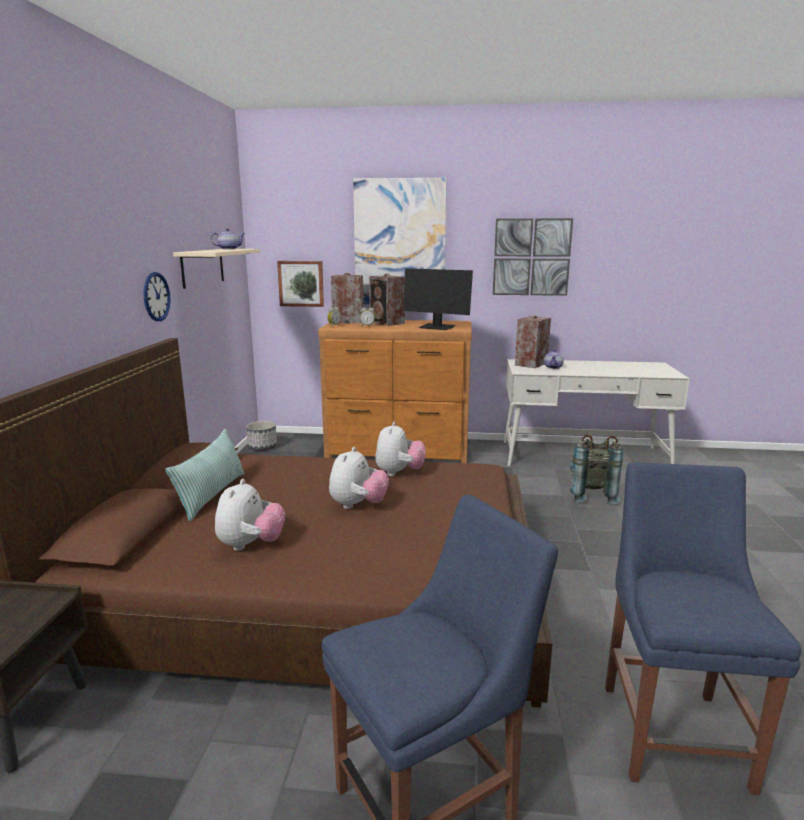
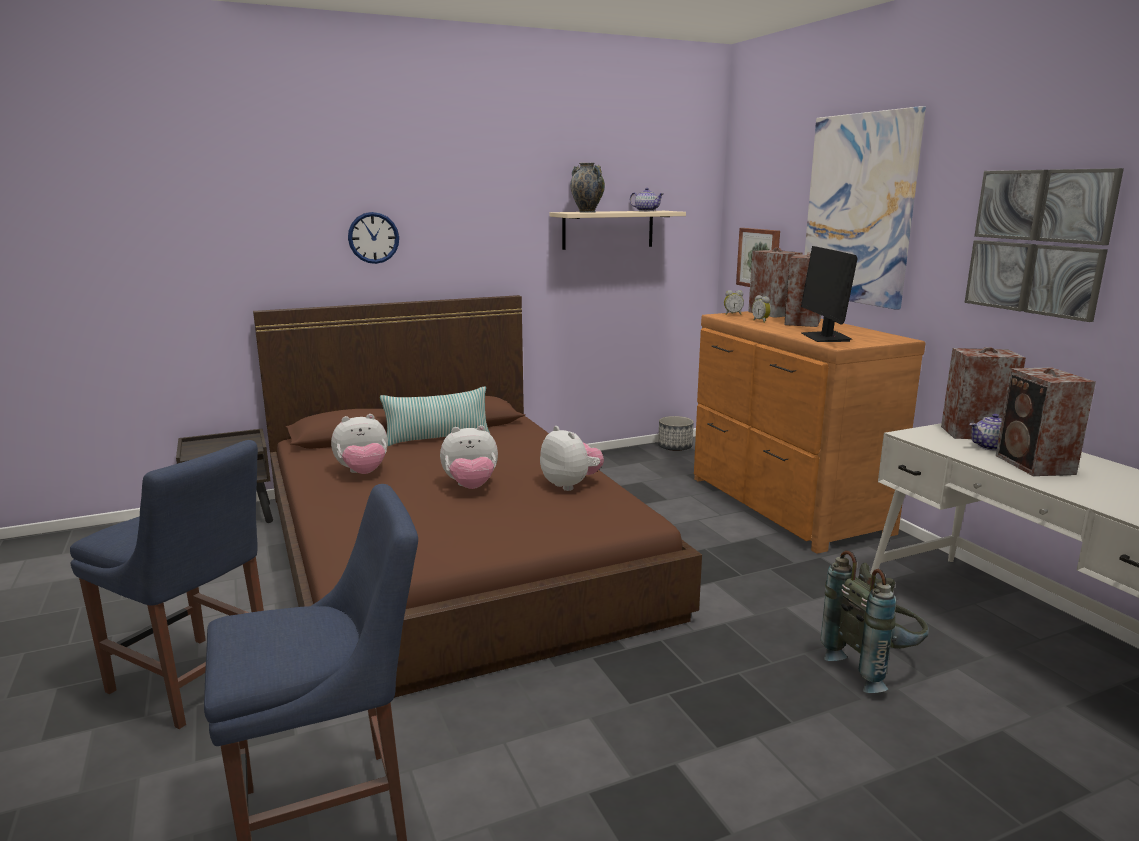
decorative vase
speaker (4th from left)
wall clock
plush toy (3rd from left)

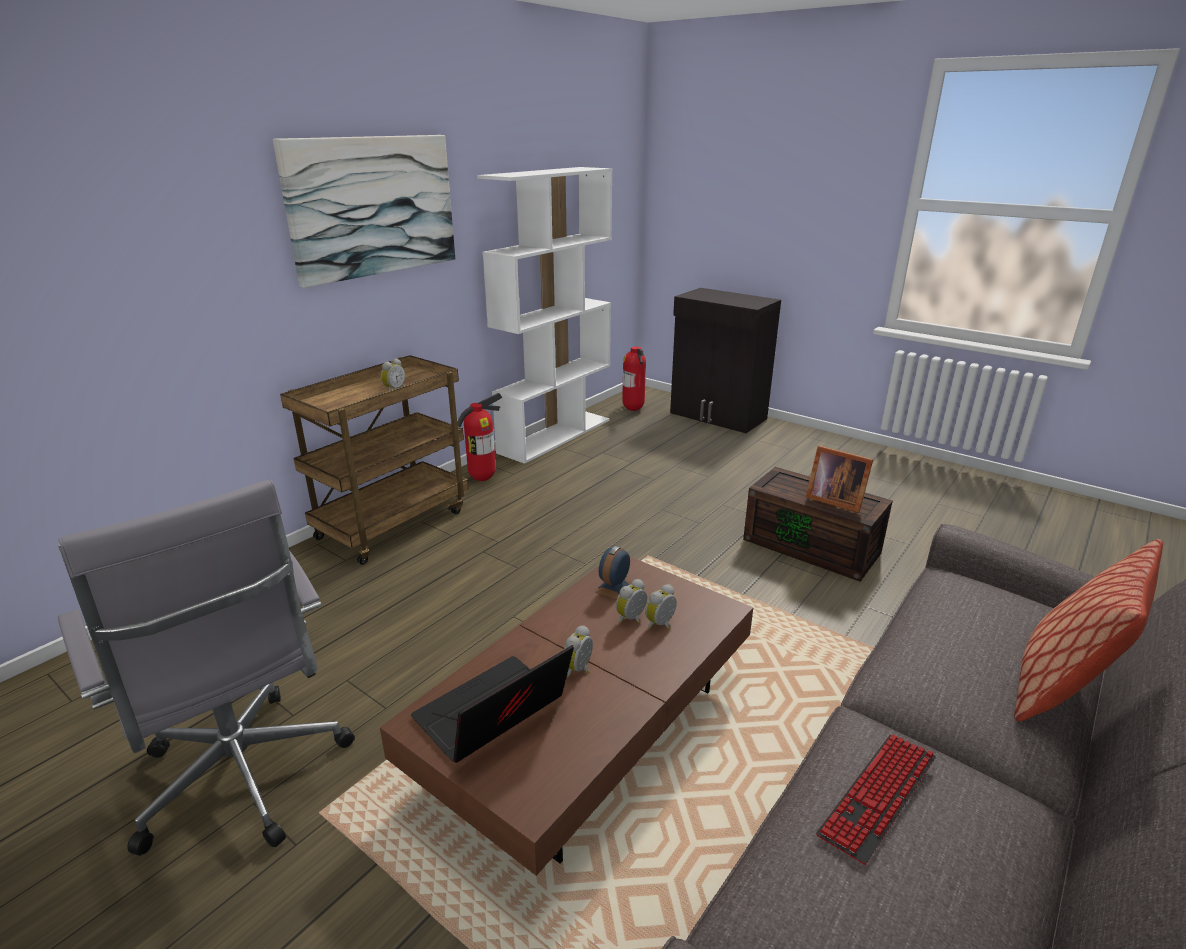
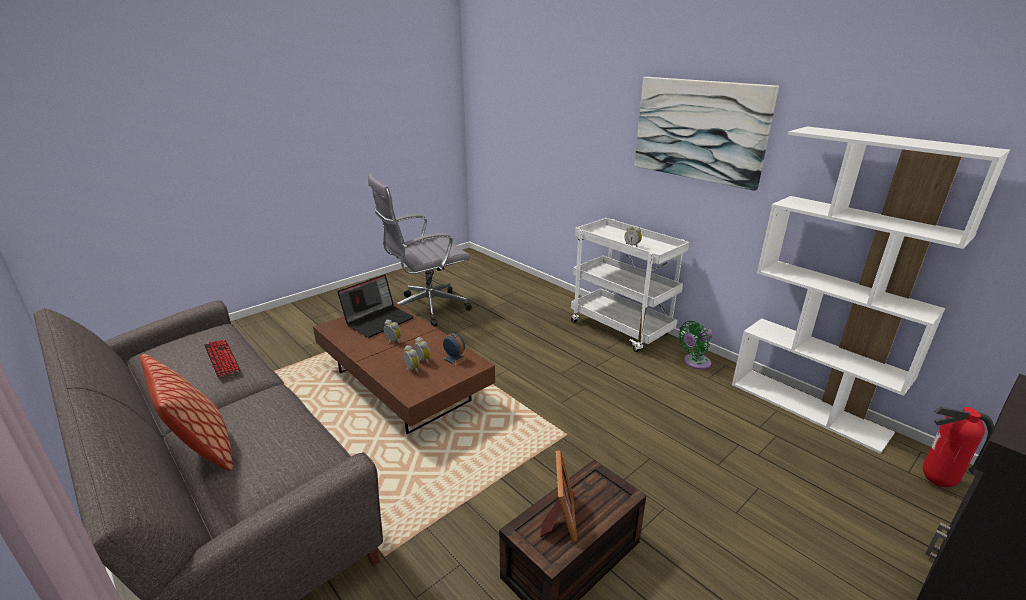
greenish cooling fan
white cart
portable computer
standing frame

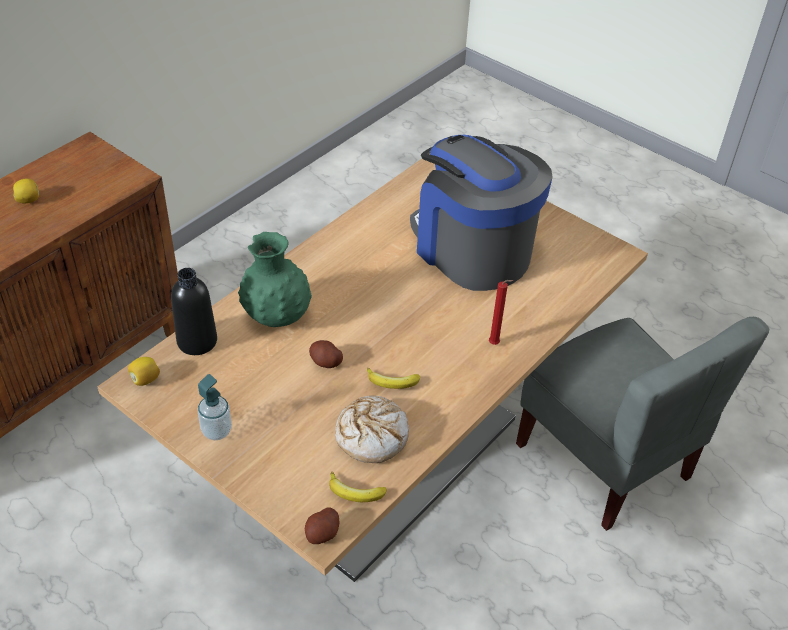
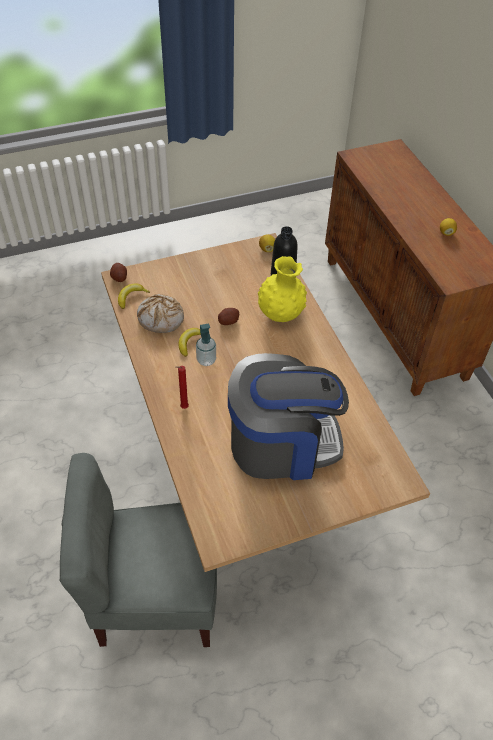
soap bottle
yellowish decorative vase

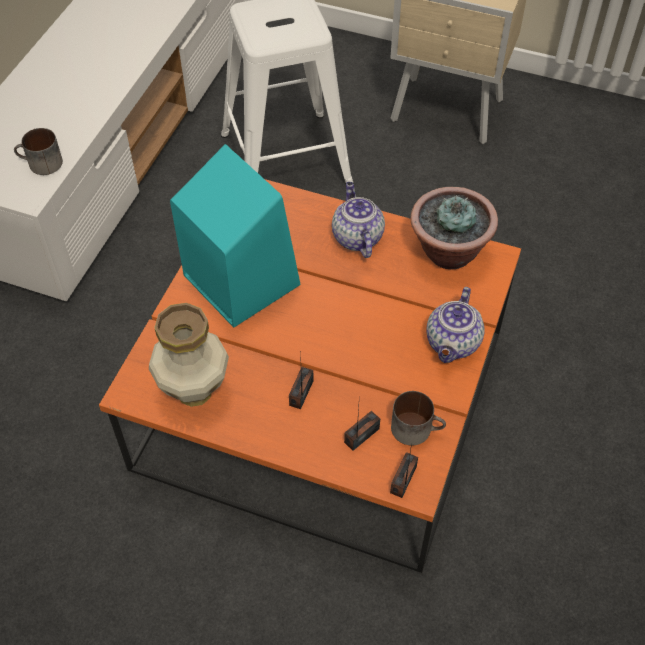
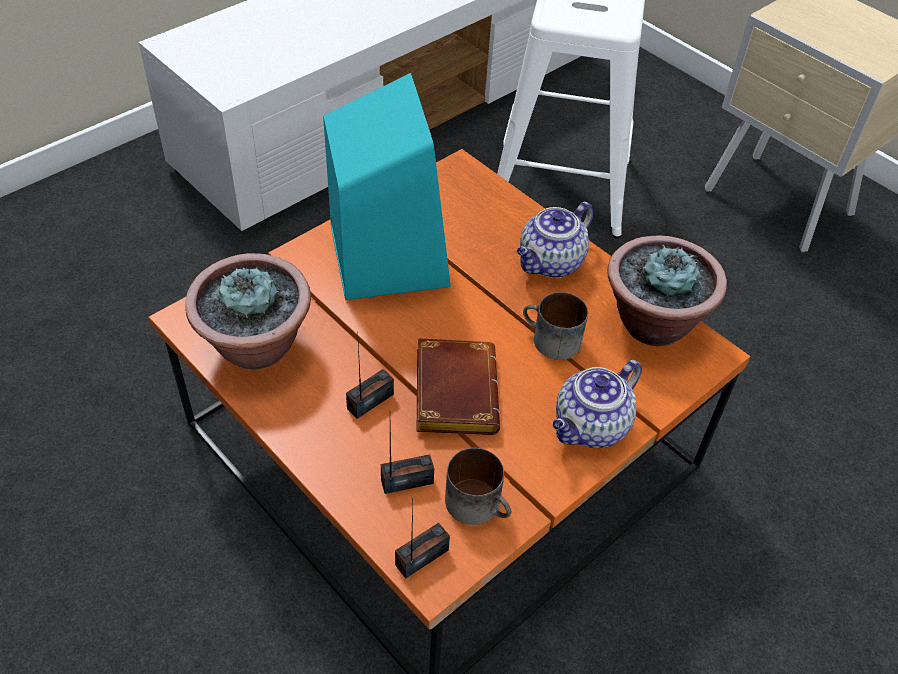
brownish bound book
tea mug (2nd from left)
potted plant (1st from left)
pot for tea (1st from left)

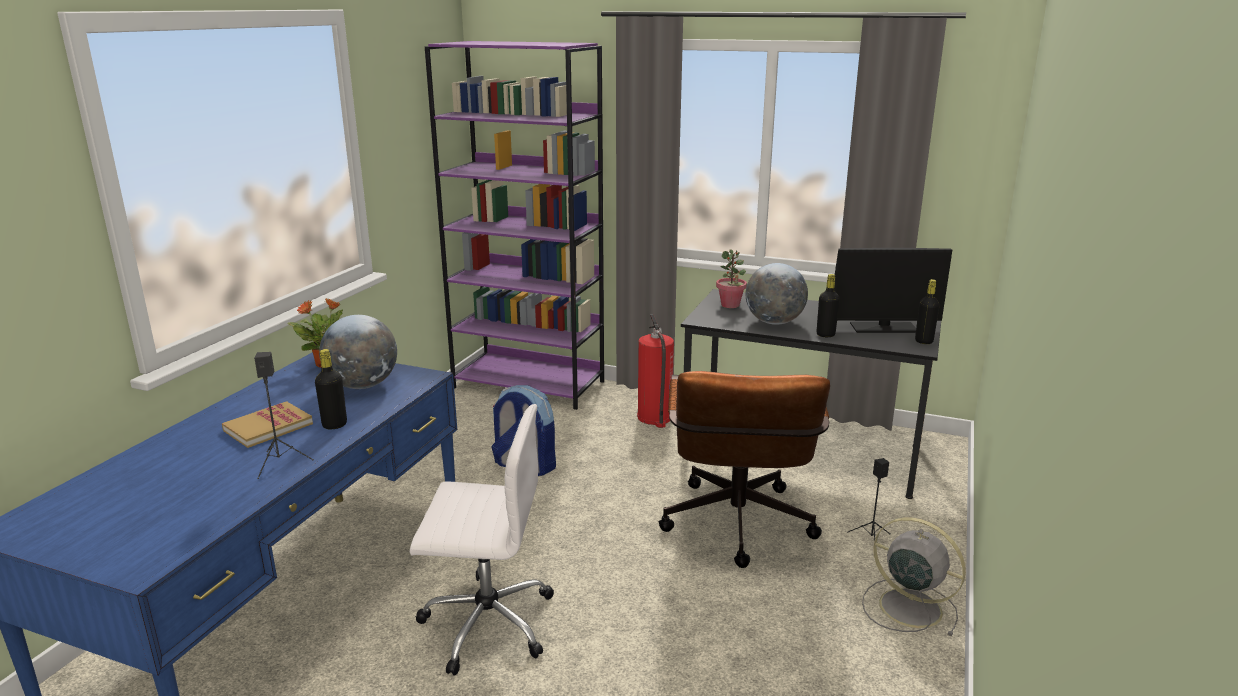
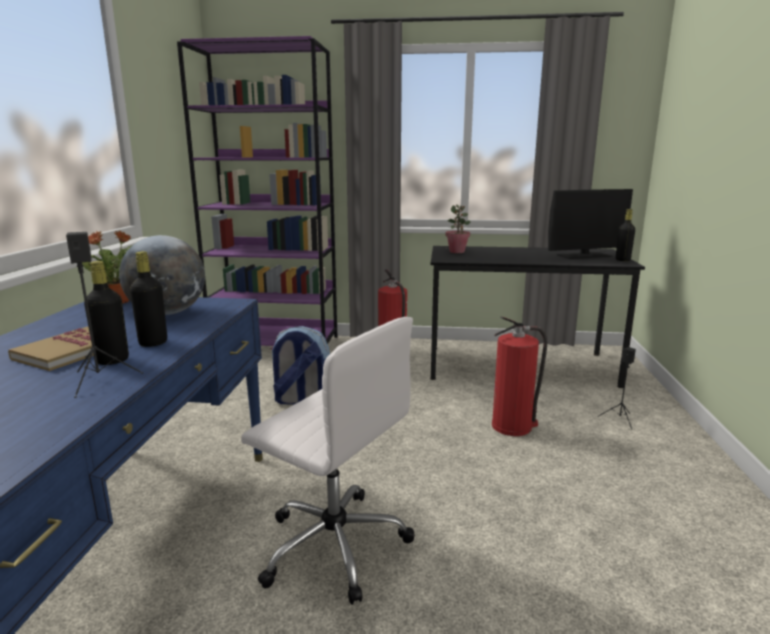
globe (2nd from left in the first image)
gray cooling fan
black bottle (1st from left)
fire extinguisher (2nd from left)
white office chair

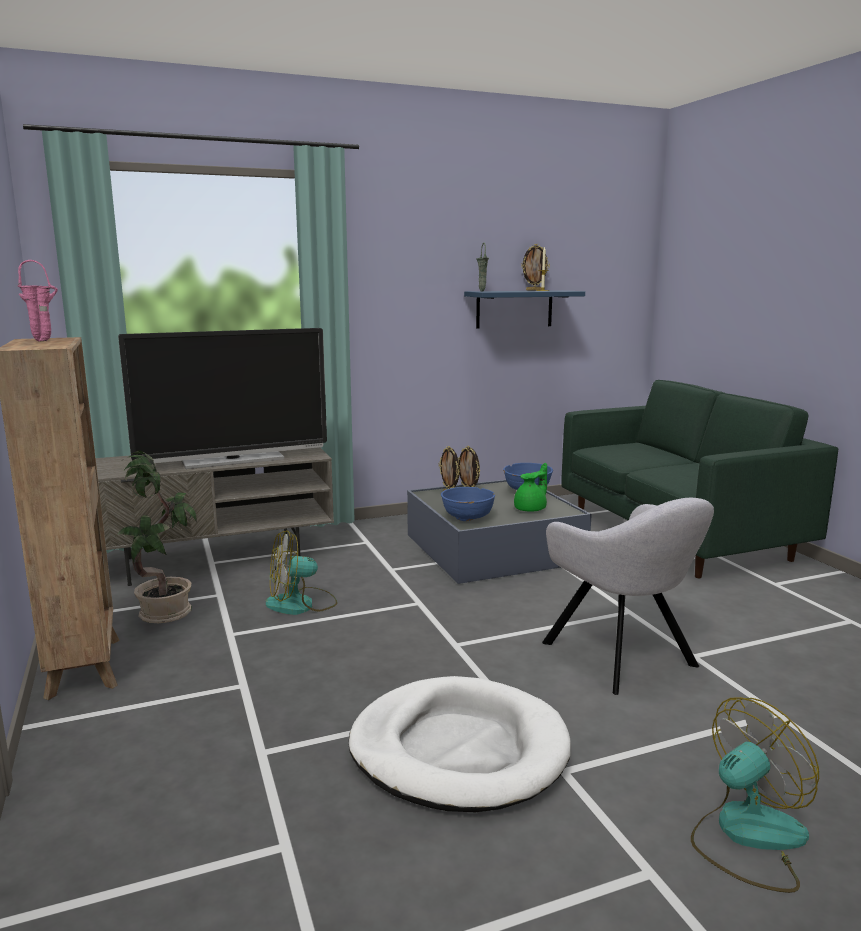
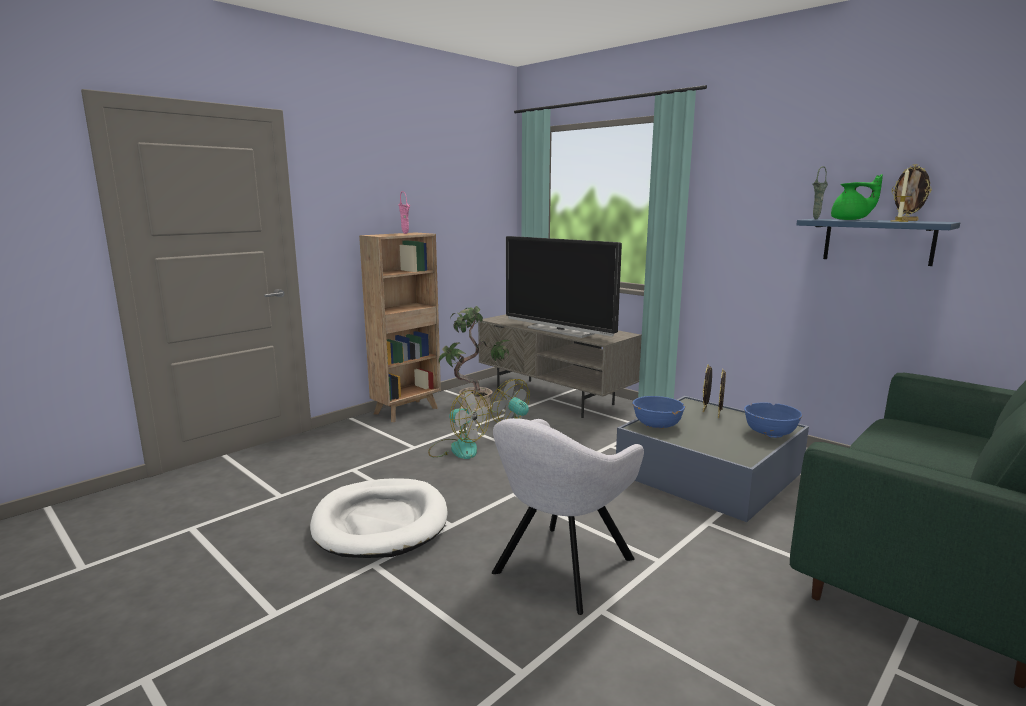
greenish pot for tea
cooling fan (1st from left)

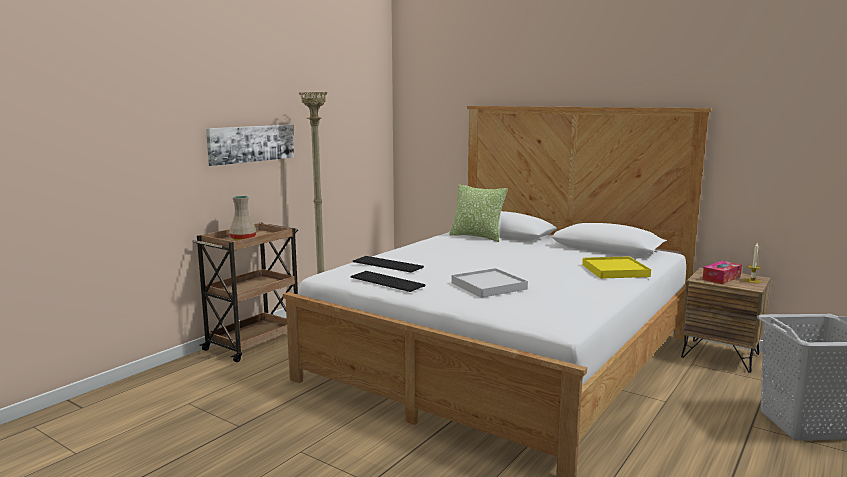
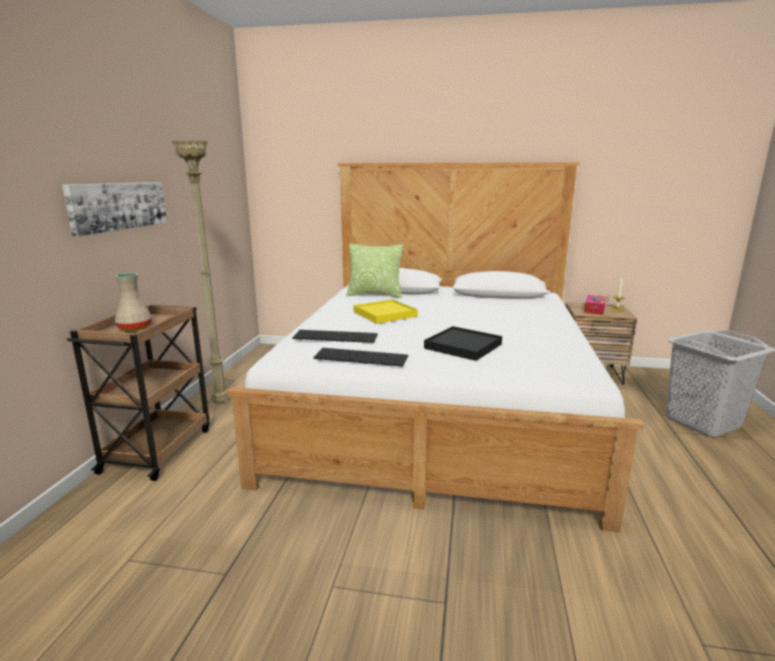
yellowish serving tray
black serving tray

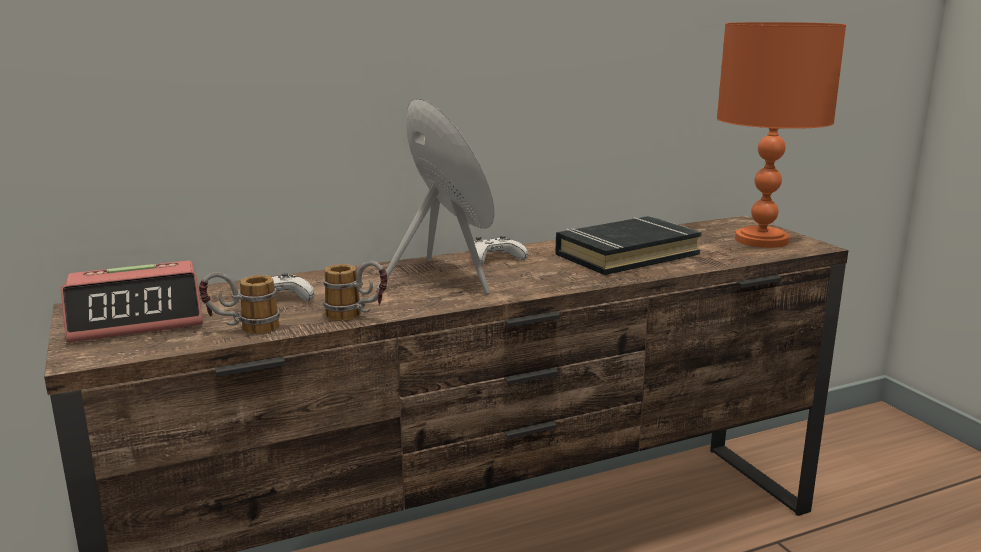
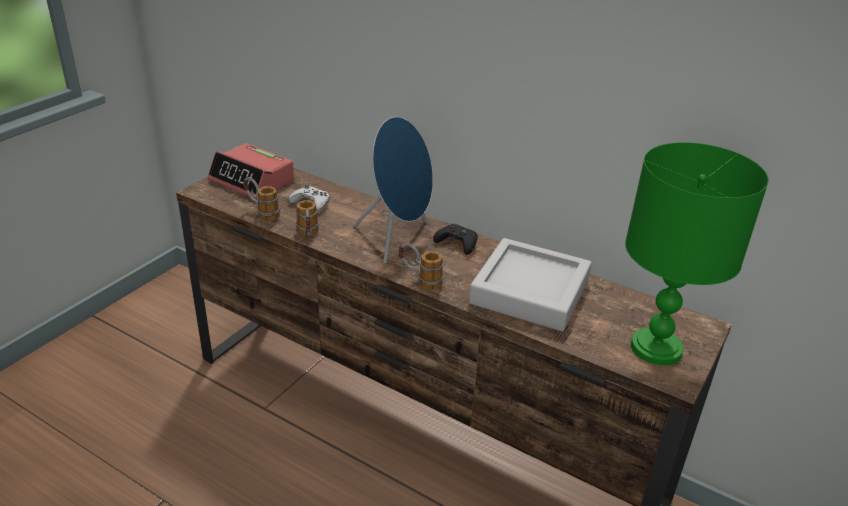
tea mug (3rd from left)
gray serving tray
black game controller
greenish tabletop lamp

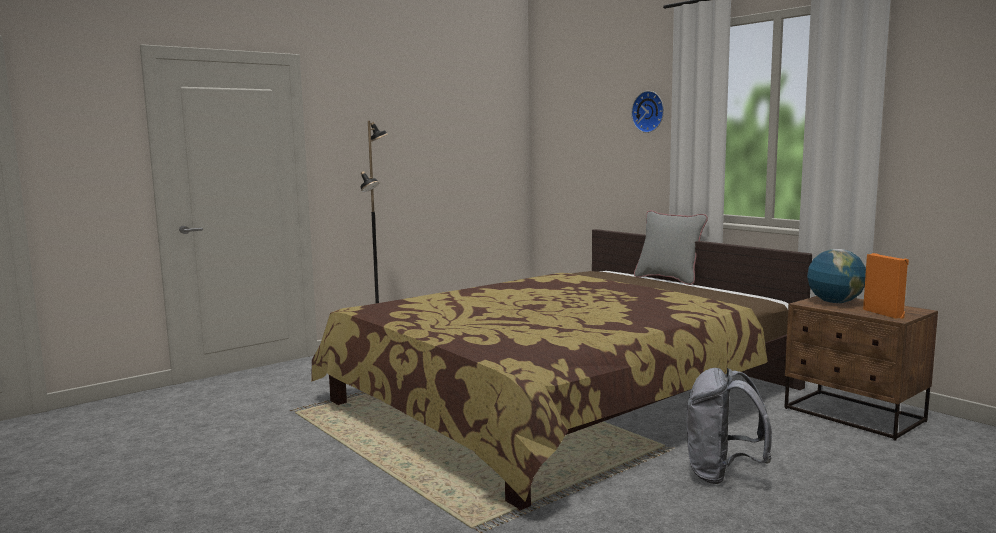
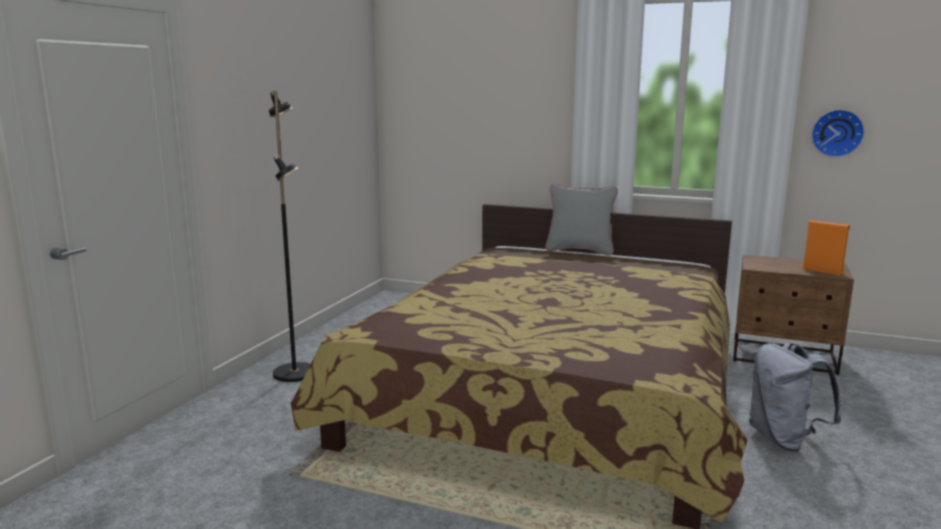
globe
wall clock

